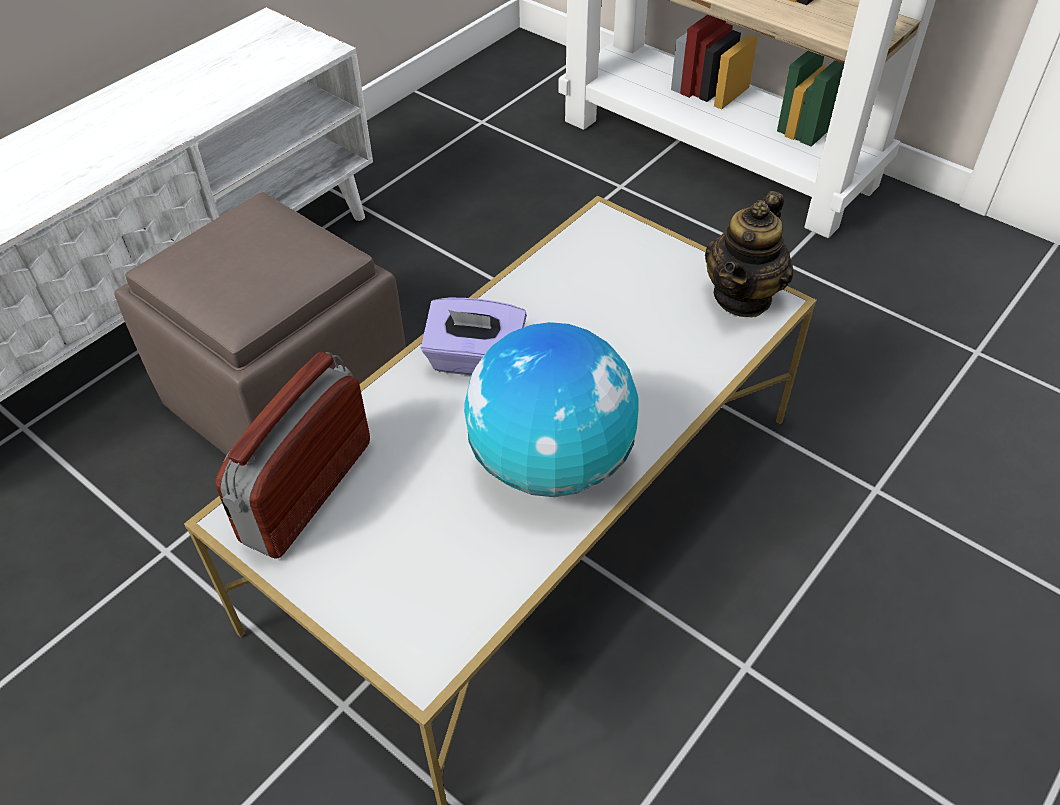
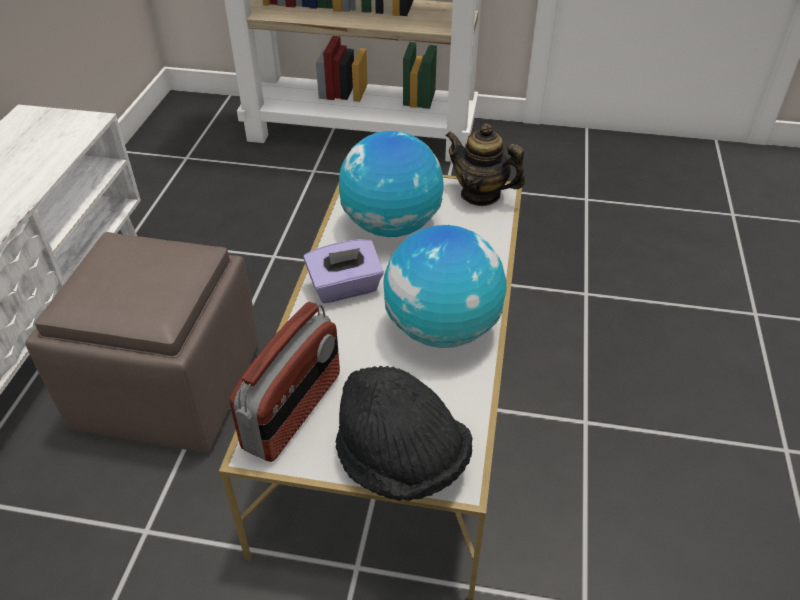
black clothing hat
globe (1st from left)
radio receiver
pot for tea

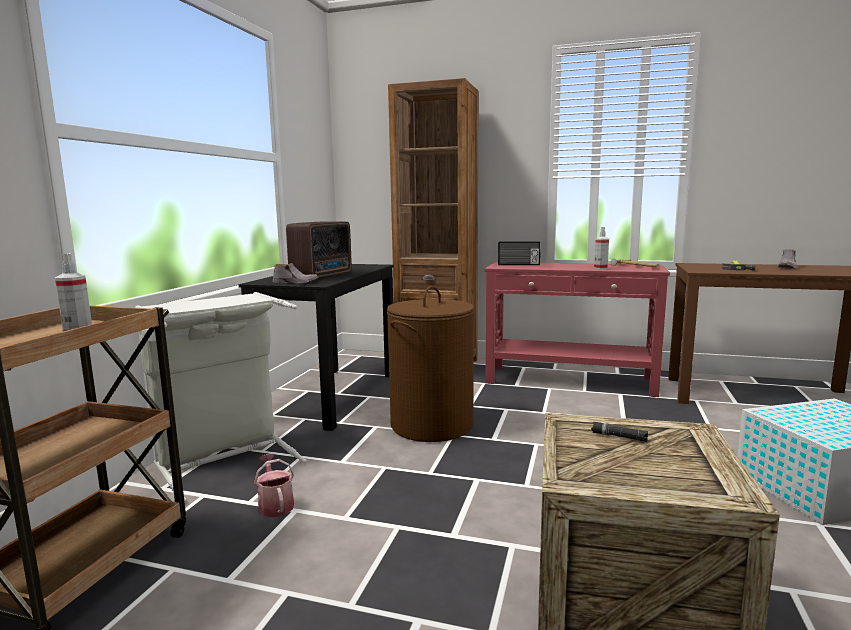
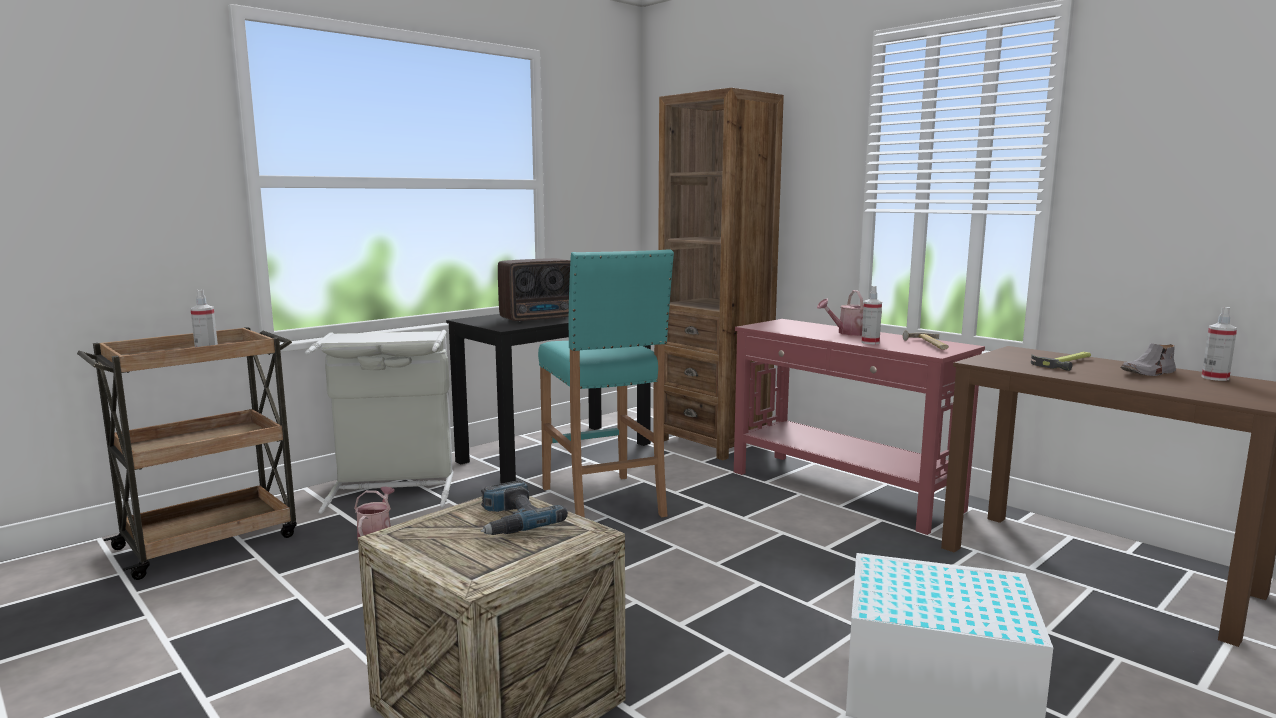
gray item of footwear (1st from left in the first image)
radio receiver (2nd from left in the first image)
sprinkling can (2nd from left)
sprayer (3rd from left)
blue-green stool
power drill

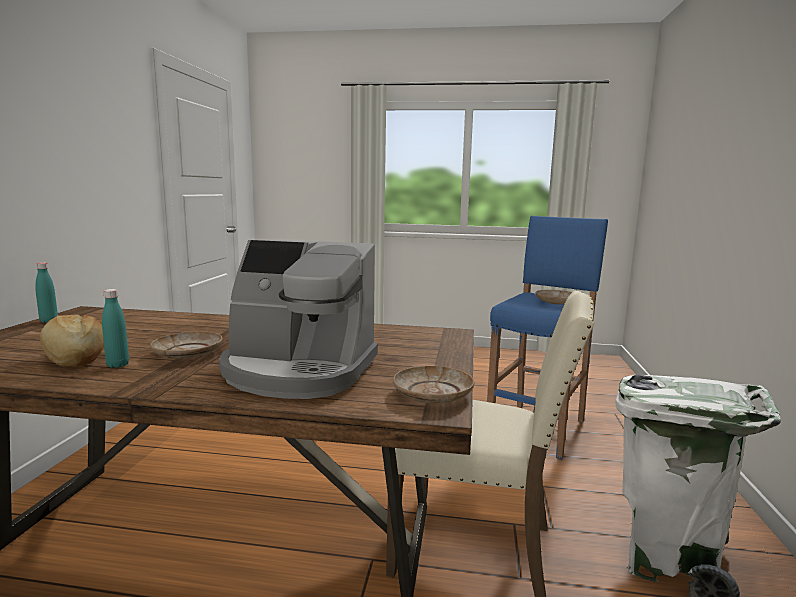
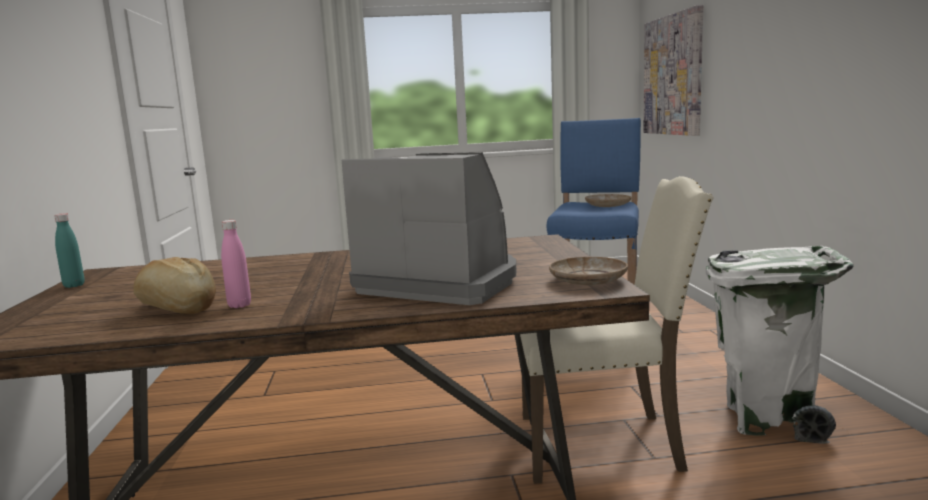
sand-coloured plate (1st from left in the first image)
picture
pinkish bottle
coffee brewer

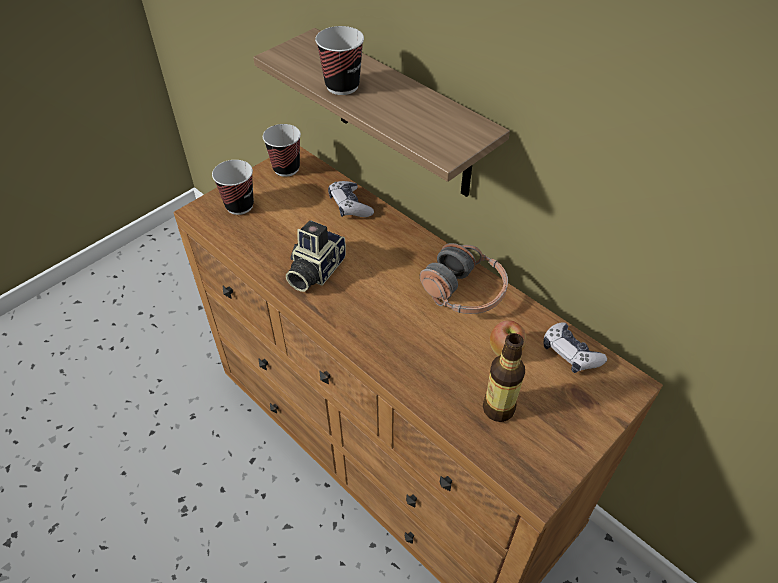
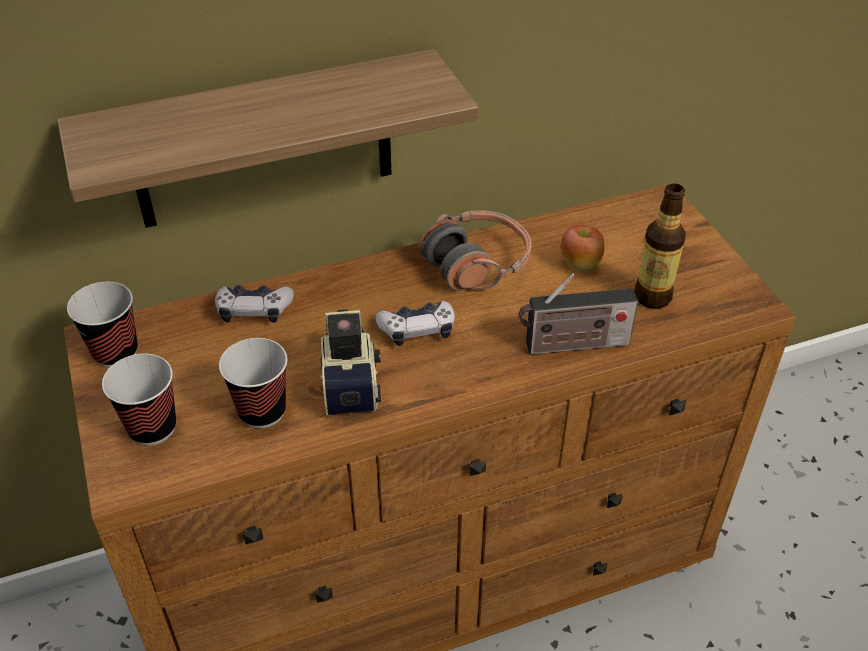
radio receiver
small cup (3rd from left)
game controller (2nd from left)
photo camera

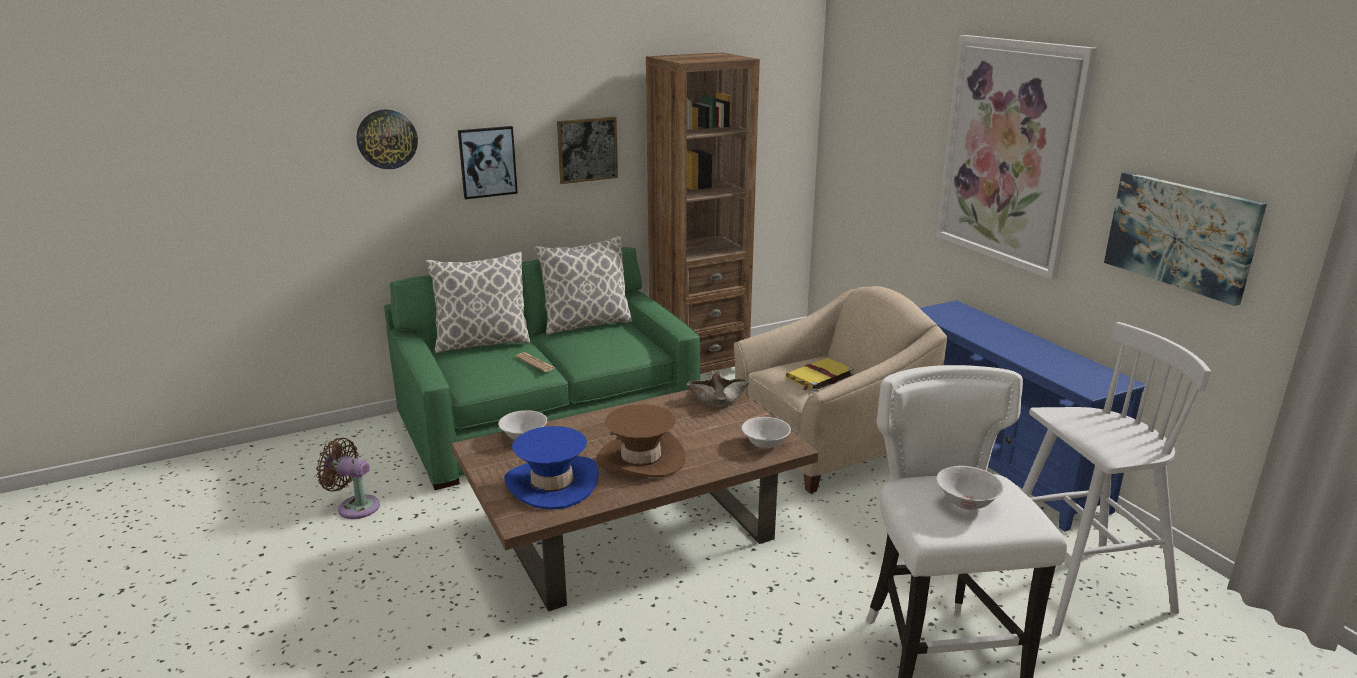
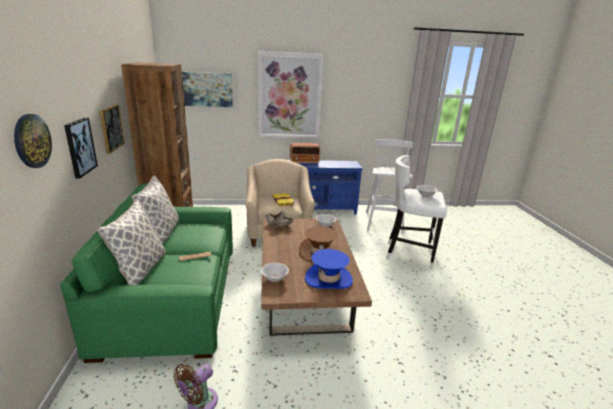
radio receiver
picture (3rd from left)

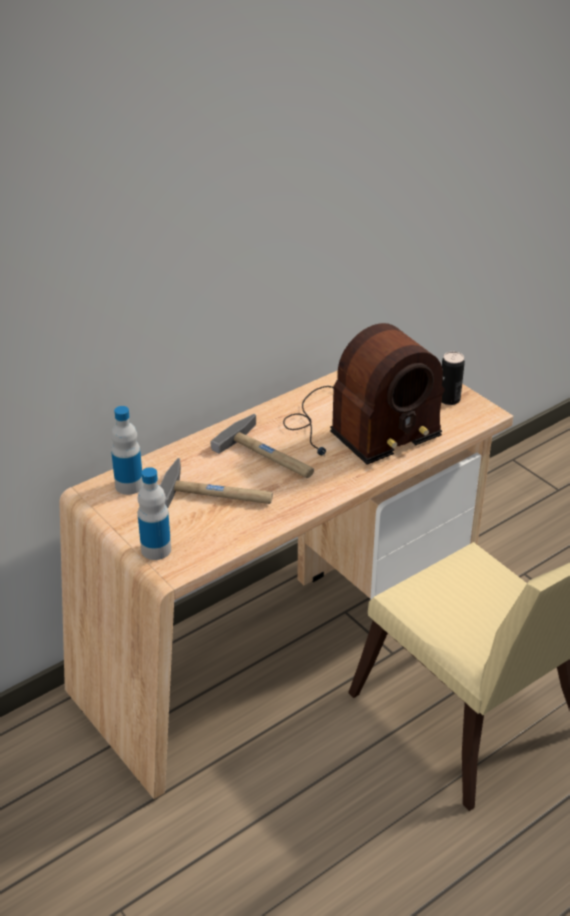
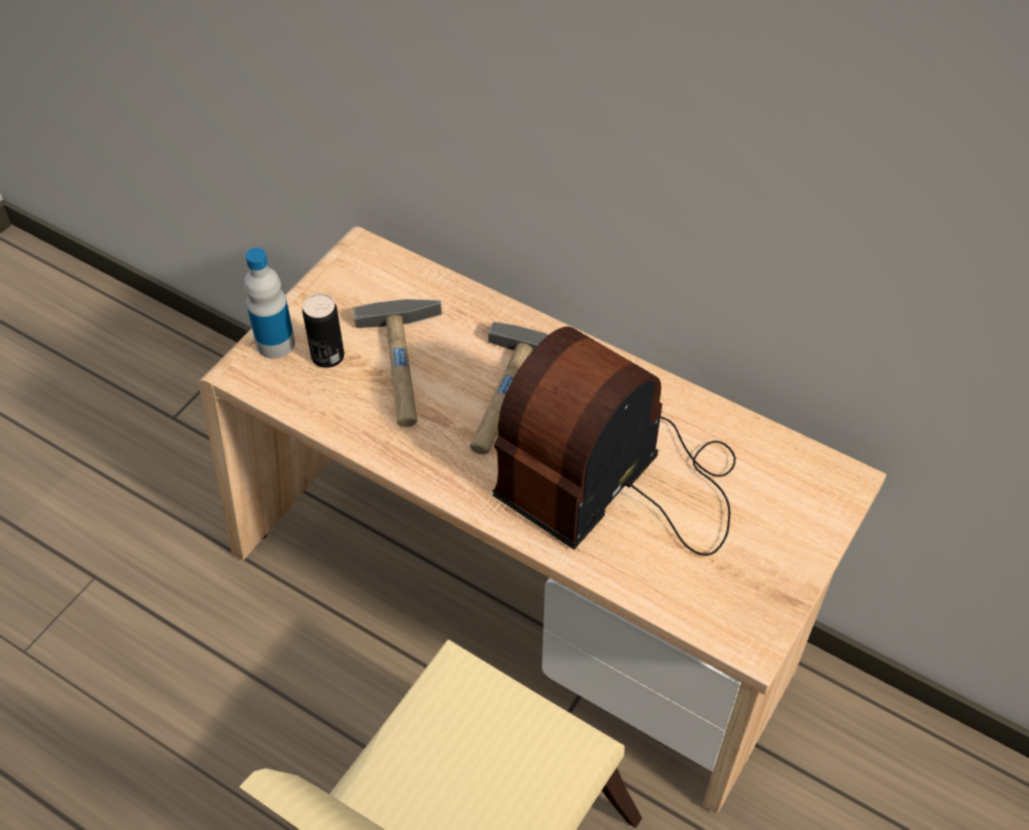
bottle (1st from left in the first image)
sealed can
radio receiver

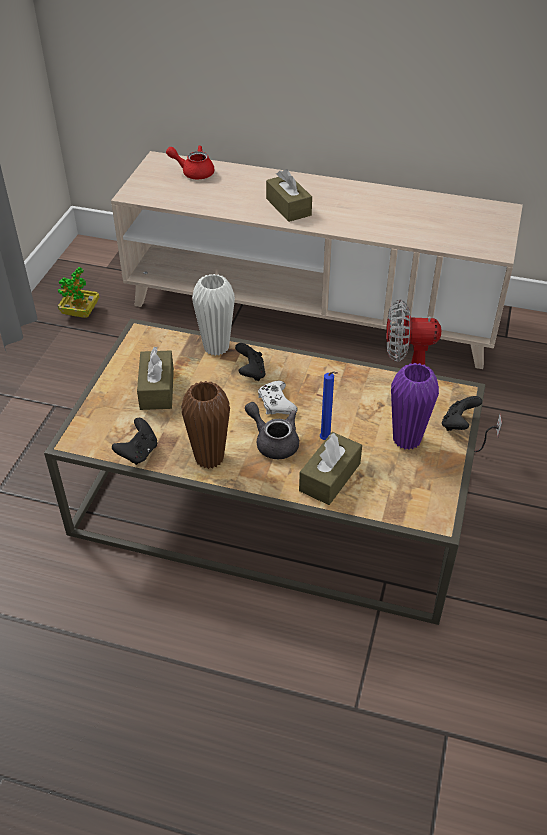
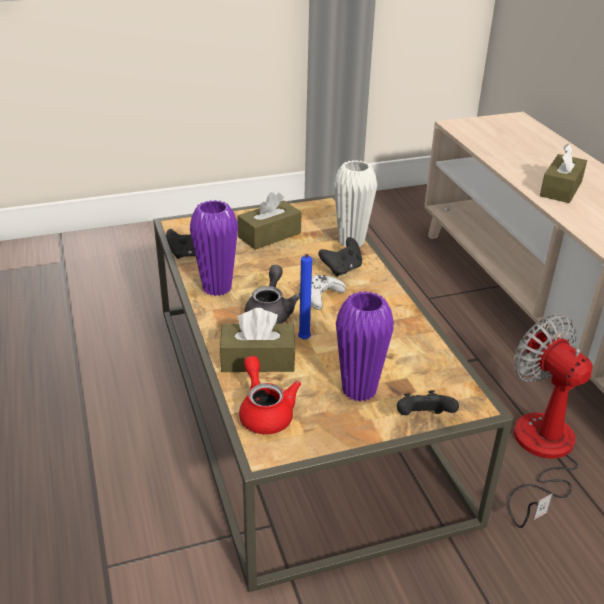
potted plant
reddish pot for tea
purple-coloured decorative vase (1st from left)

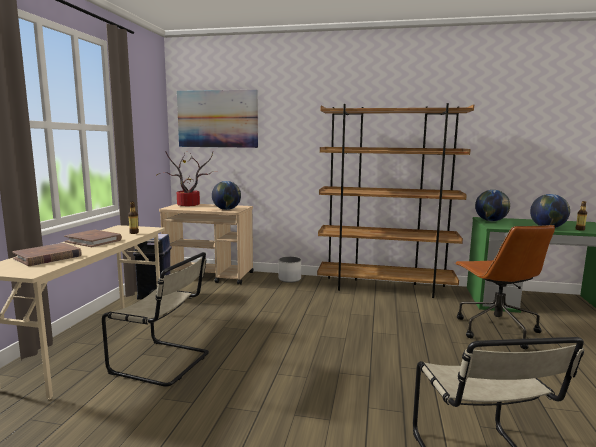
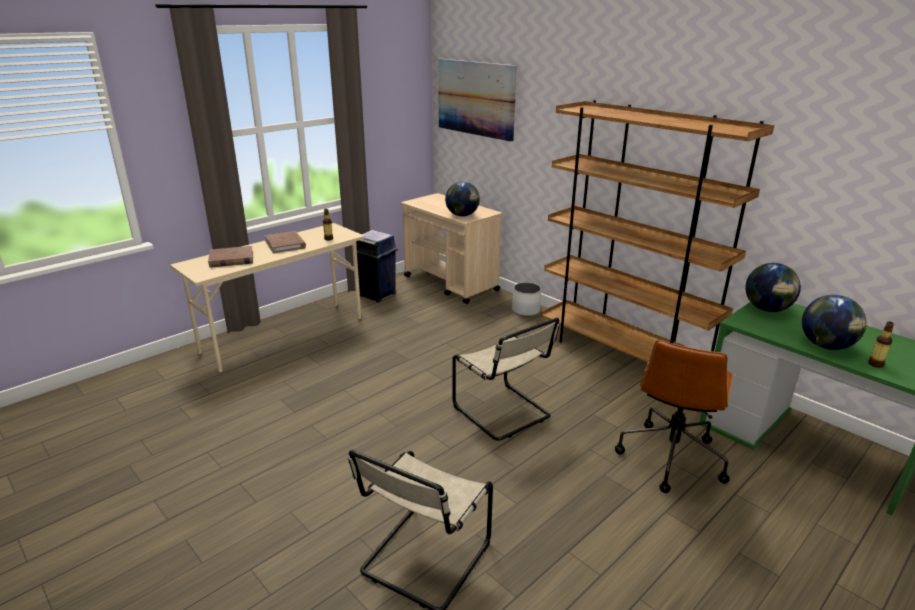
potted plant
sand-coloured chair (2nd from left)

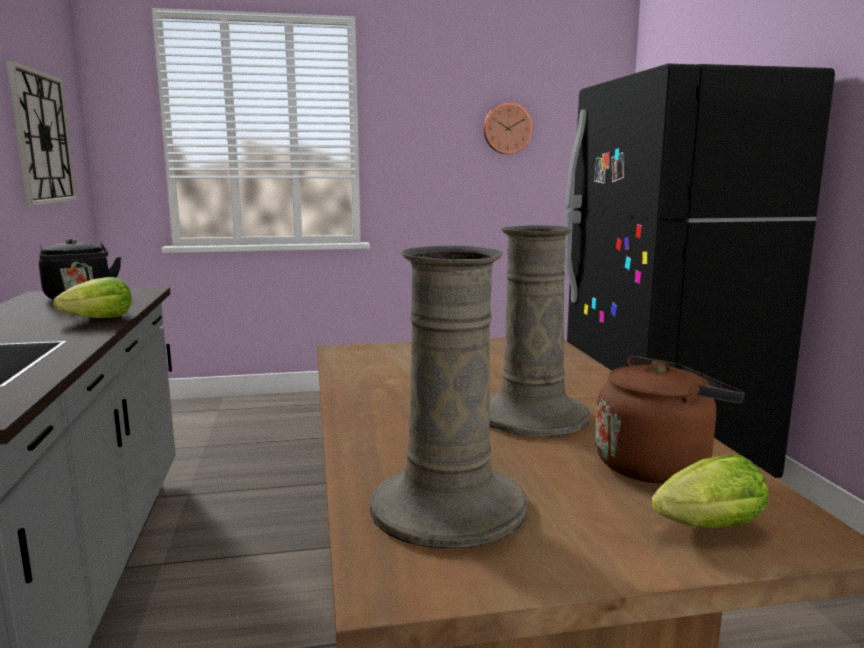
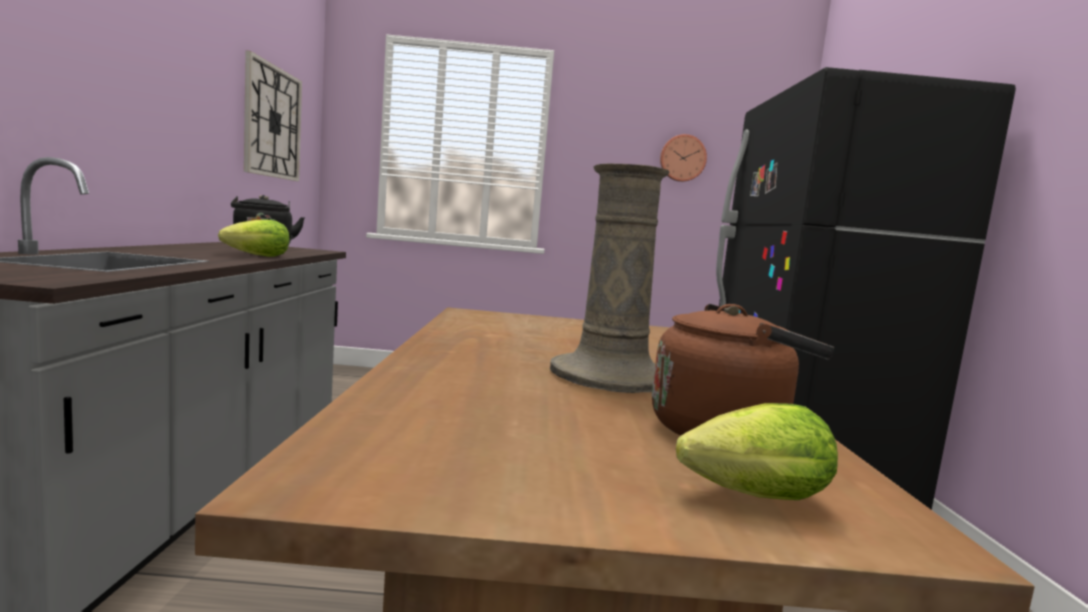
sand-coloured decorative vase (1st from left in the first image)

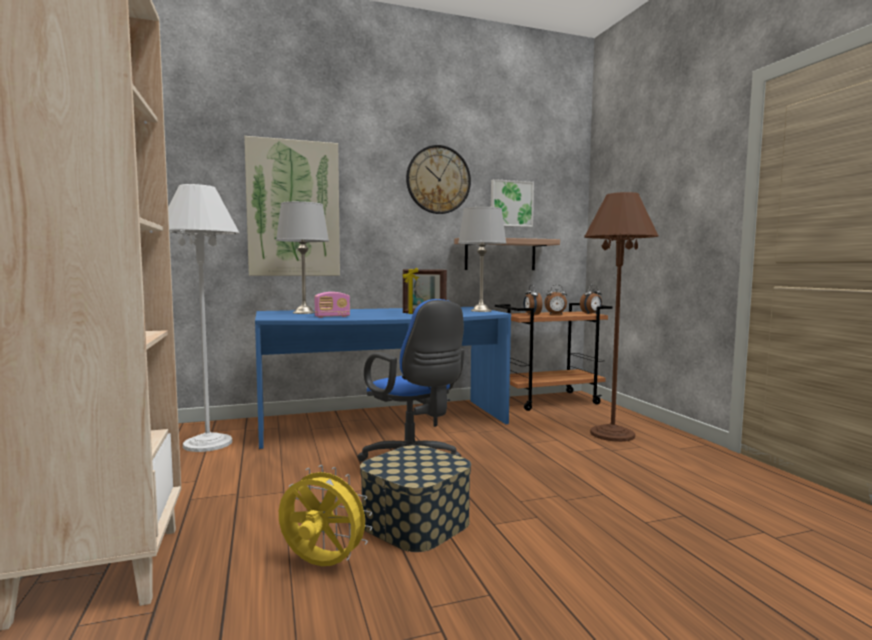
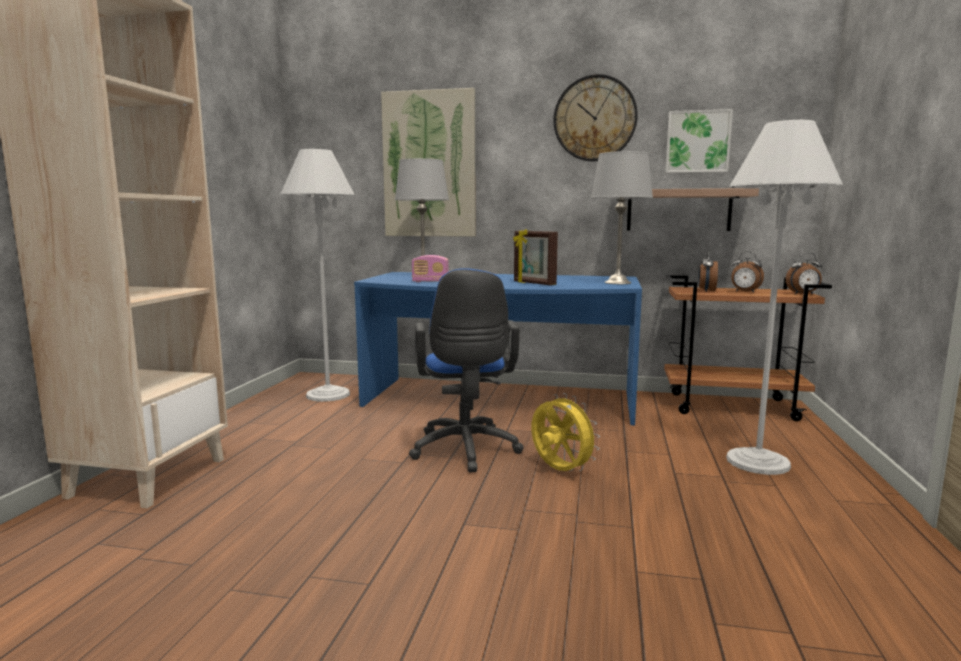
storage container
yellowish cooling fan
white floor lamp (2nd from left)

